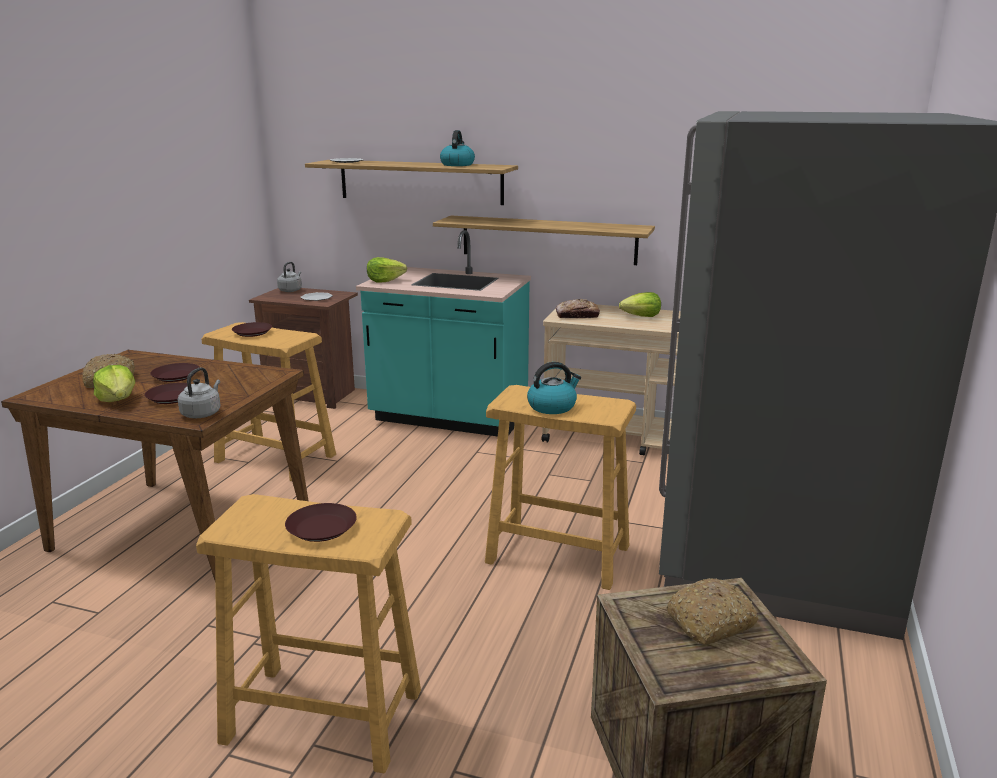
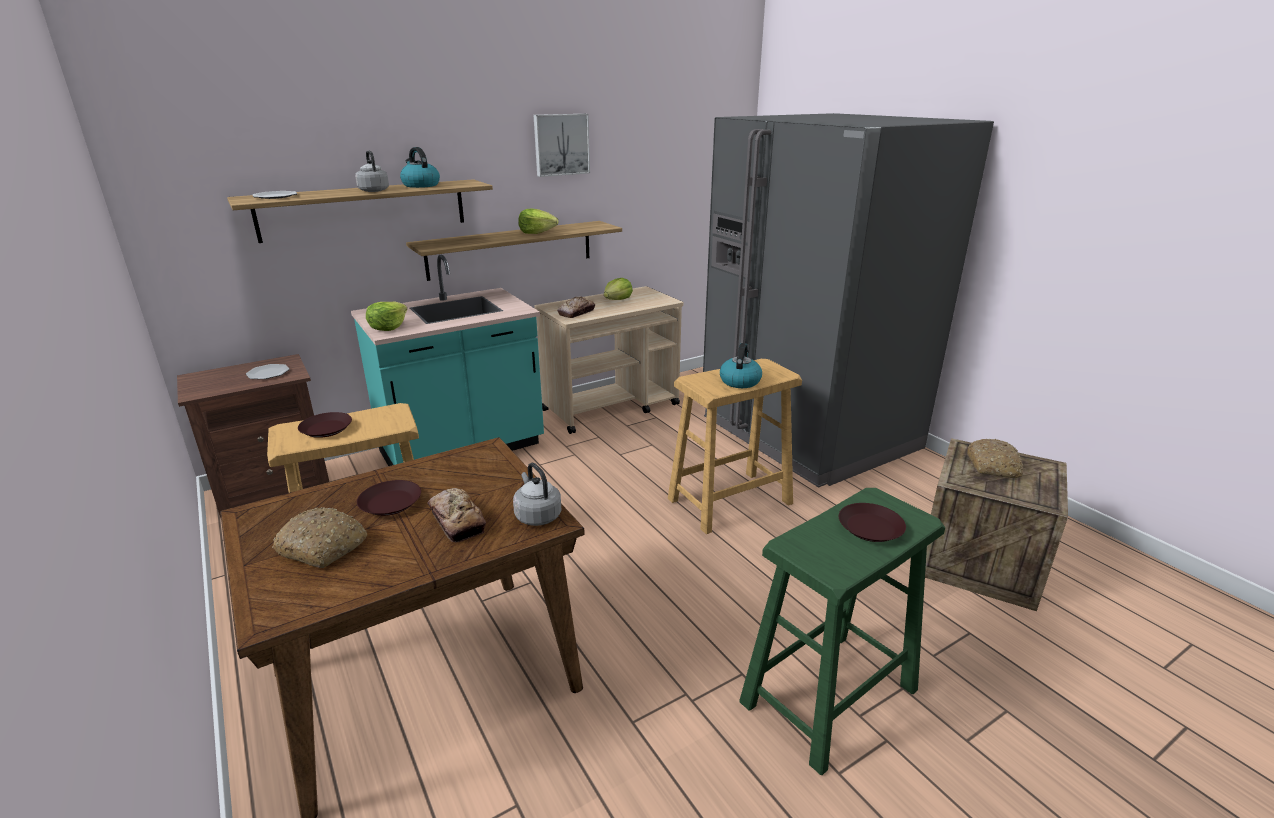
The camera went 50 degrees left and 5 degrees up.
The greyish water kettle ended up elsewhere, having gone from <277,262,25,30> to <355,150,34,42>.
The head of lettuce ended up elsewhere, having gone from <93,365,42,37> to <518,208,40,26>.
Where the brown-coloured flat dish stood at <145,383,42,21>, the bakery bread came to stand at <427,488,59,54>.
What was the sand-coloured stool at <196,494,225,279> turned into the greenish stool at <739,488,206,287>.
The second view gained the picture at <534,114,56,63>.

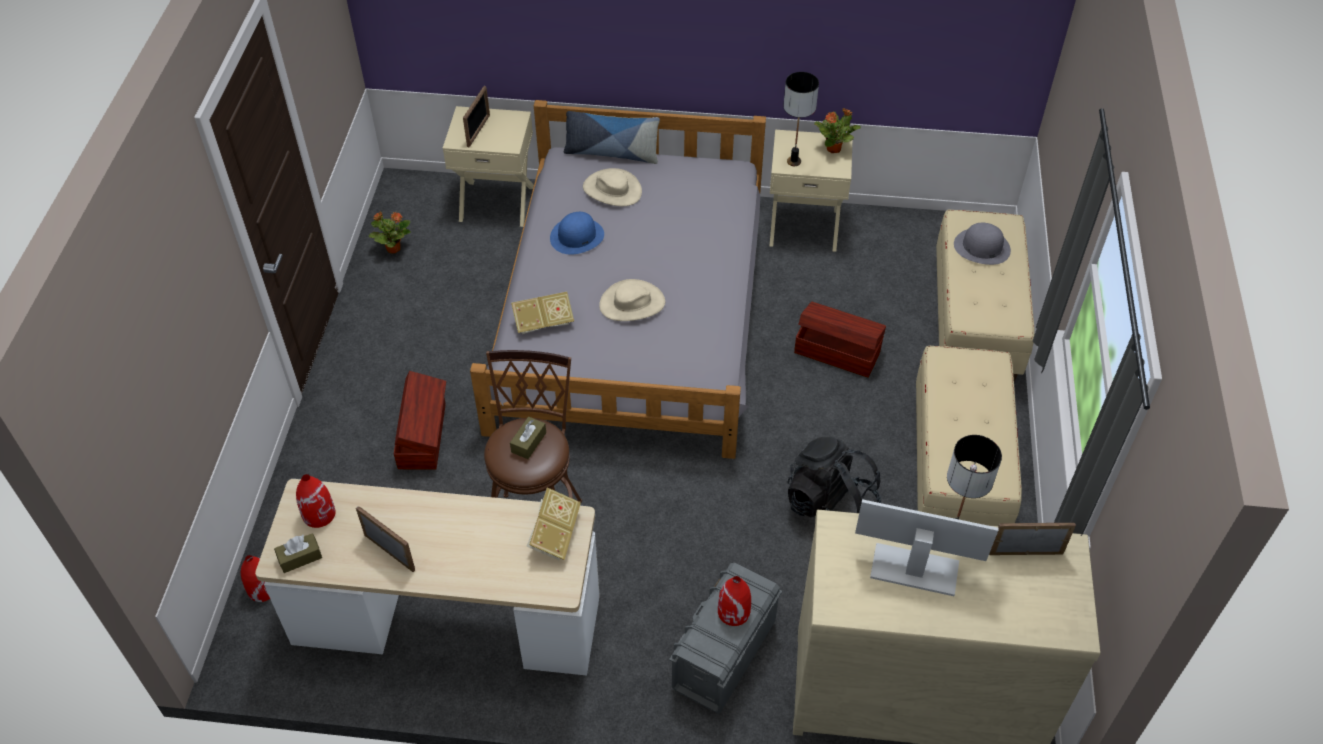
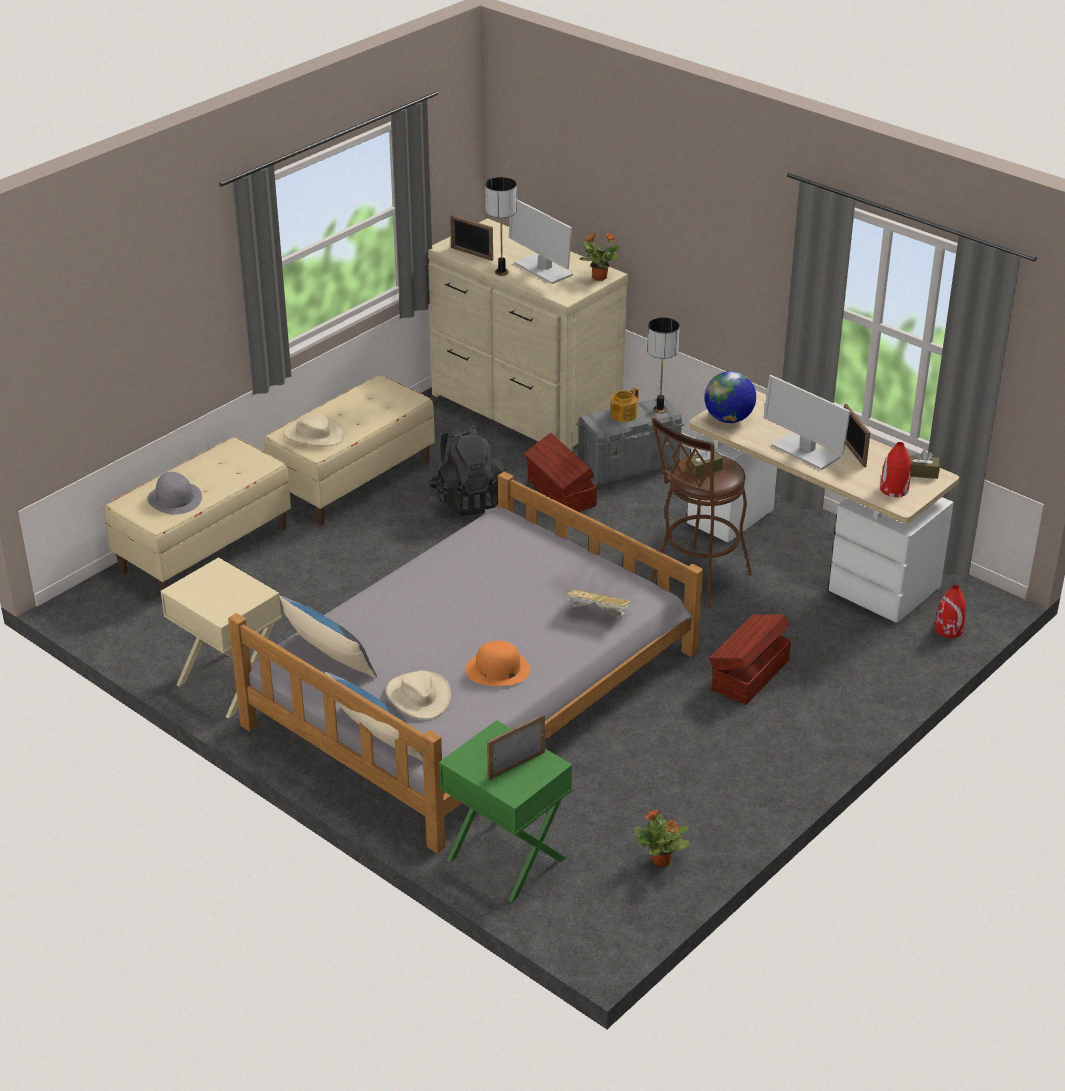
The camera went 145 degrees left and 15 degrees down.
The table lamp ended up elsewhere, having gone from <783,72,36,94> to <647,318,33,95>.
What was the sand-coloured night table at <443,106,91,121> turned into the greenish night table at <439,720,133,183>.
The potted plant ended up elsewhere, having gone from <814,108,47,45> to <579,232,41,49>.
What was the blue-coloured wearable hat at <550,212,54,43> turned into the orange wearable hat at <466,641,64,45>.
The sand-coloured wearable hat ended up elsewhere, having gone from <599,279,66,42> to <283,414,61,33>.
The brown-coloured storage box ended up elsewhere, having gone from <794,302,92,76> to <524,433,73,79>.
Where the bound book stood at <526,487,55,73>, the globe came to stand at <704,371,52,52>.
Where the reddish flower vase stood at <718,576,33,50>, the pot for tea came to stand at <610,387,29,35>.
The second view gained the computer screen at <764,375,87,95>.
The second view gained the throw pillow at <279,595,98,83>.

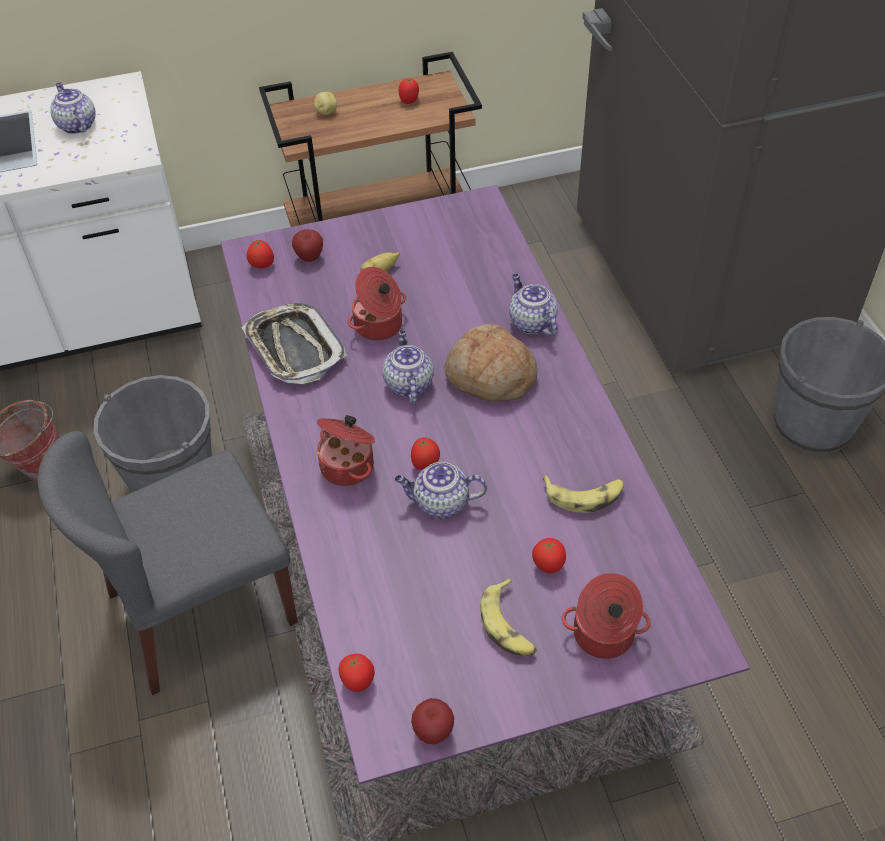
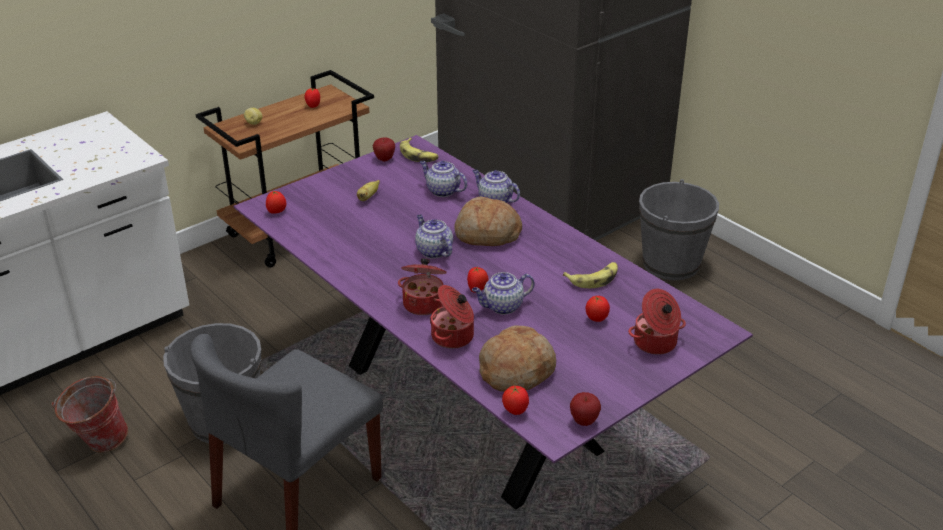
The camera went 25 degrees left and 15 degrees down.
The pot for tea ended up elsewhere, having gone from <50,82,45,52> to <420,161,47,36>.
The apple fruit ended up elsewhere, having gone from <292,229,31,33> to <373,137,22,24>.
The cooking pot ended up elsewhere, having gone from <348,267,58,74> to <430,285,44,64>.
The second view lost the carrying tray at <242,302,105,82>.
The banana ended up elsewhere, having gone from <480,578,57,78> to <400,138,39,24>.
The second view gained the bakery bread at <479,326,77,66>.

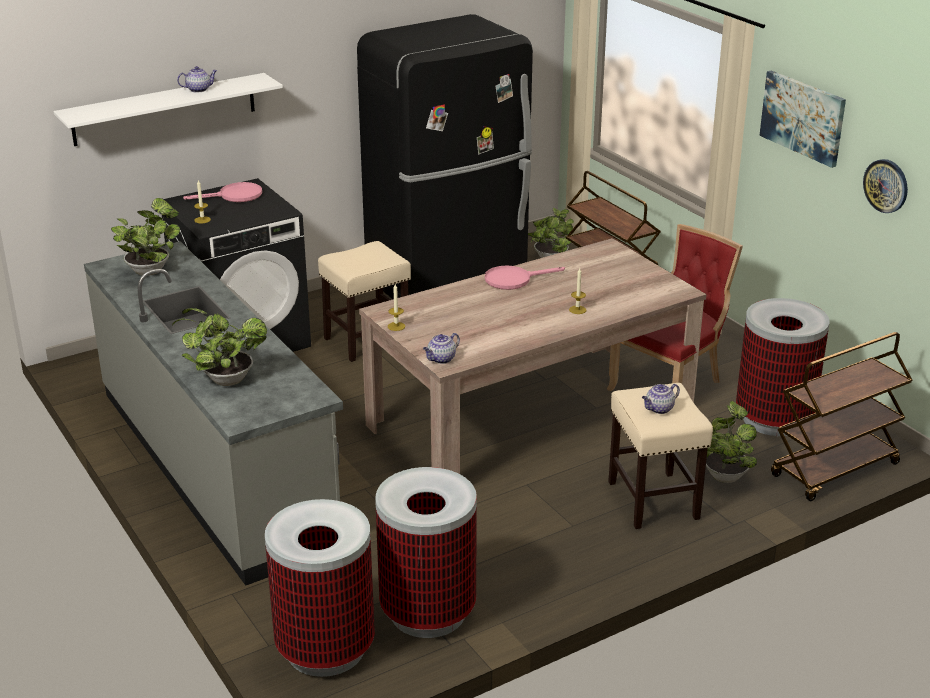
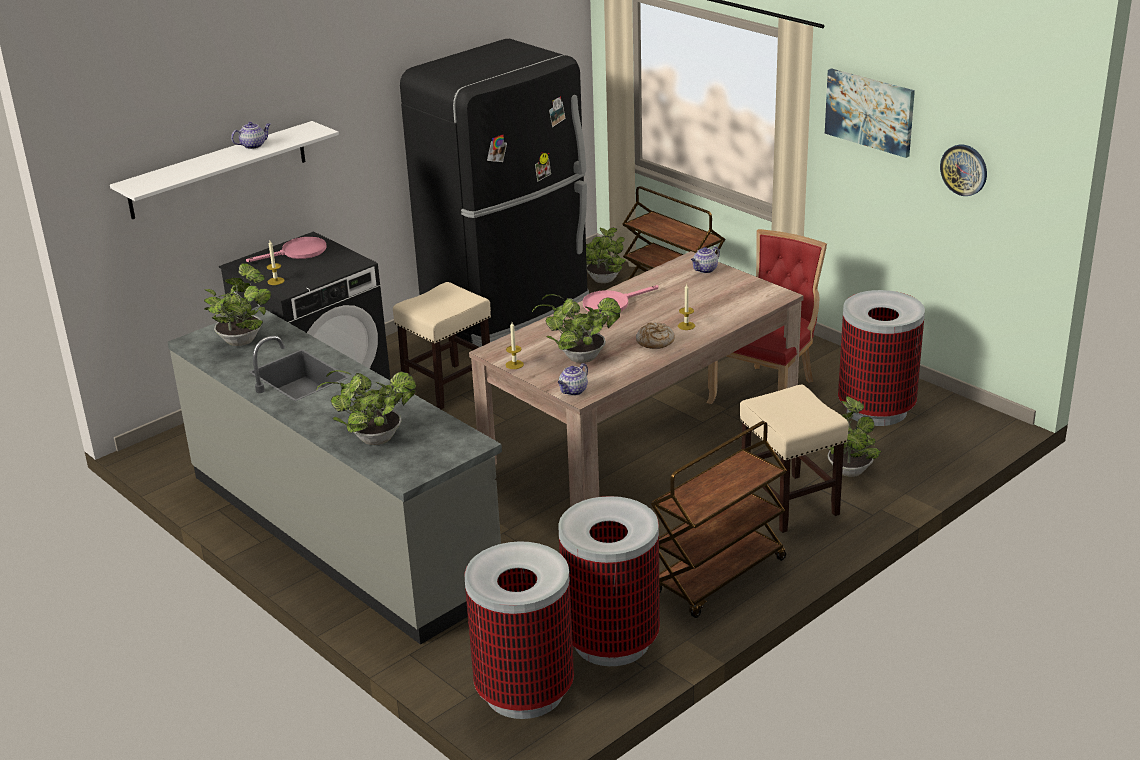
The camera went 10 degrees left and 0 degrees up.
The brown-coloured cart ended up elsewhere, having gone from <771,332,142,169> to <651,421,136,197>.
The pot for tea ended up elsewhere, having gone from <642,384,38,30> to <691,247,29,26>.
The second view gained the potted plant at <532,294,89,69>.
The second view gained the bakery bread at <636,322,39,27>.

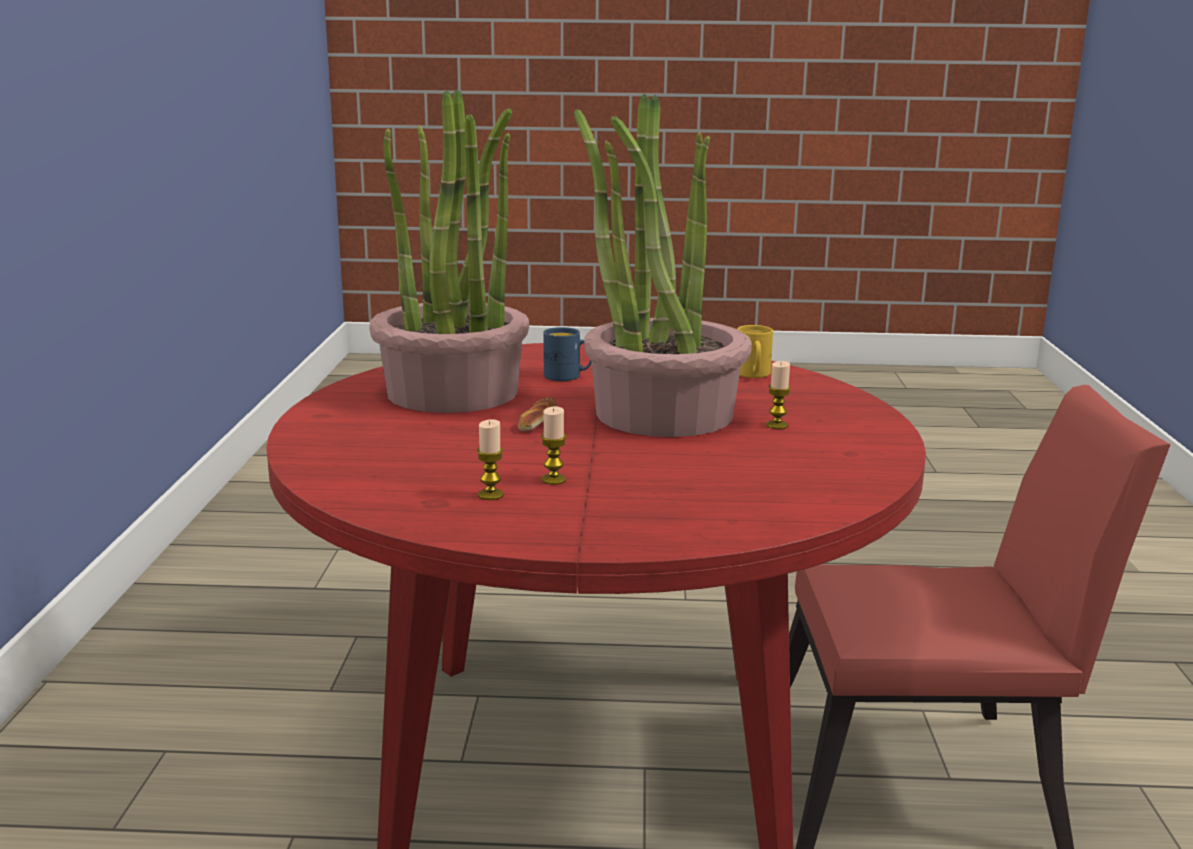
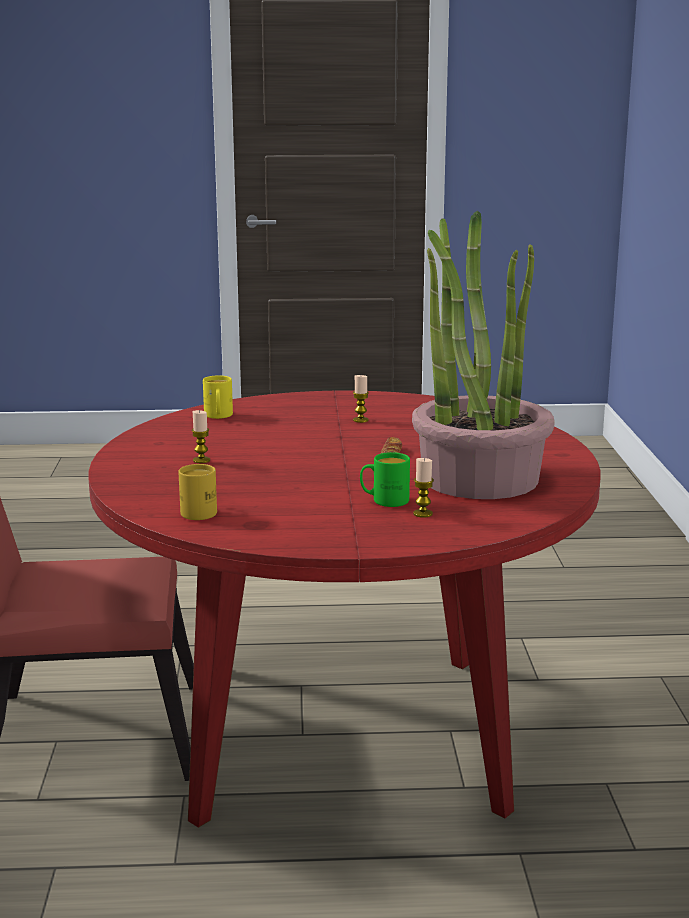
The camera went 175 degrees right and 0 degrees up.
The second view lost the potted plant at <574,93,178,344>.
What was the blue-coloured tea mug at <543,327,49,54> turned into the greenish tea mug at <360,452,50,55>.
The candle ended up elsewhere, having gone from <477,419,27,81> to <413,458,21,60>.
The second view gained the yellow-coloured tea mug at <203,375,30,44>.

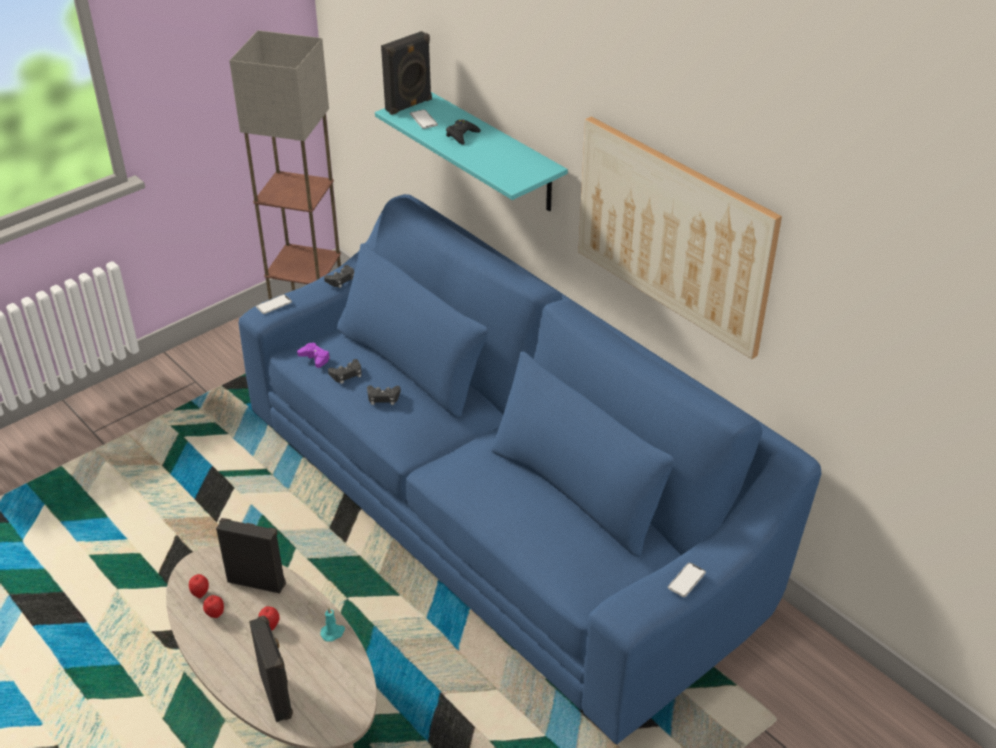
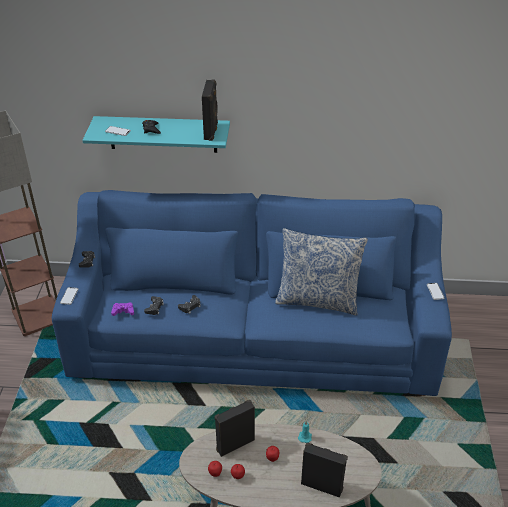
The camera went 45 degrees left and 0 degrees up.
The black speaker ended up elsewhere, having gone from <381,31,51,84> to <202,79,16,62>.
The second view lost the picture at <578,116,204,243>.
The second view gained the throw pillow at <275,228,93,88>.

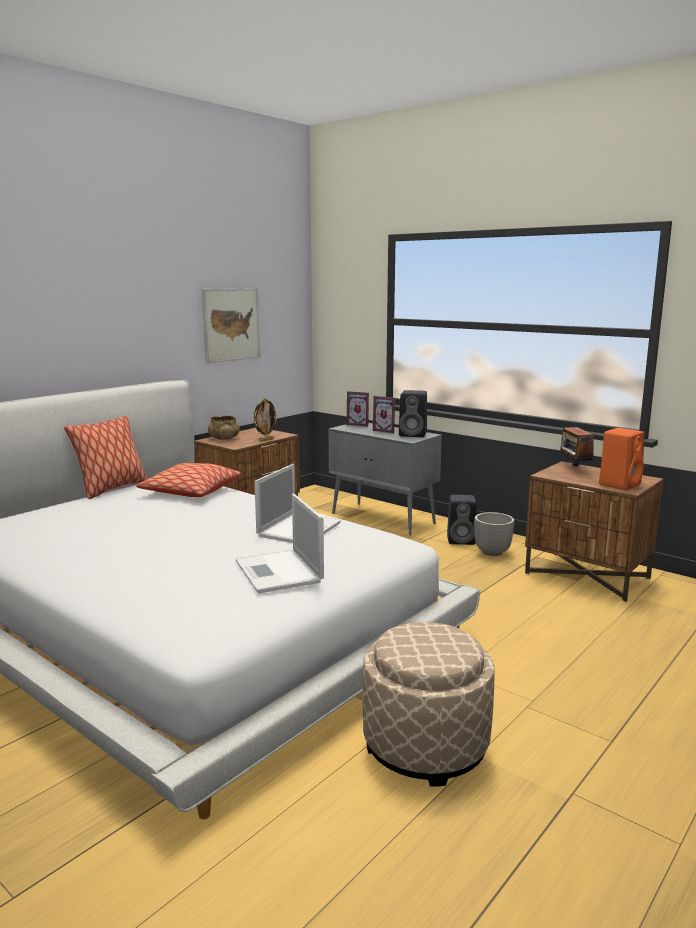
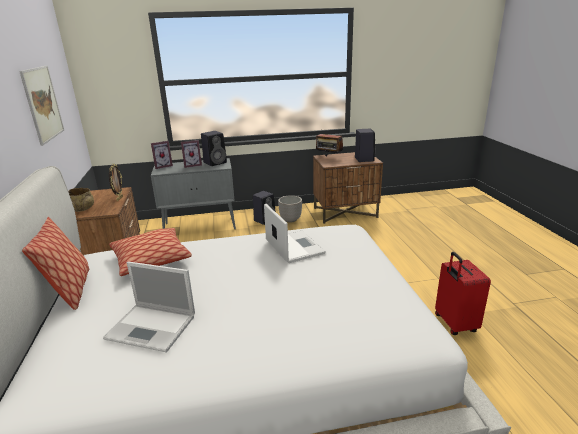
The camera went 50 degrees left and 10 degrees up.
What was the orange speaker at <599,428,45,62> turned into the black speaker at <355,129,21,33>.
The notebook computer ended up elsewhere, having gone from <235,494,89,99> to <103,261,92,91>.
Where the sand-coloured pouffe stood at <363,622,132,165>, the reddish piece of luggage came to stand at <435,252,56,83>.

